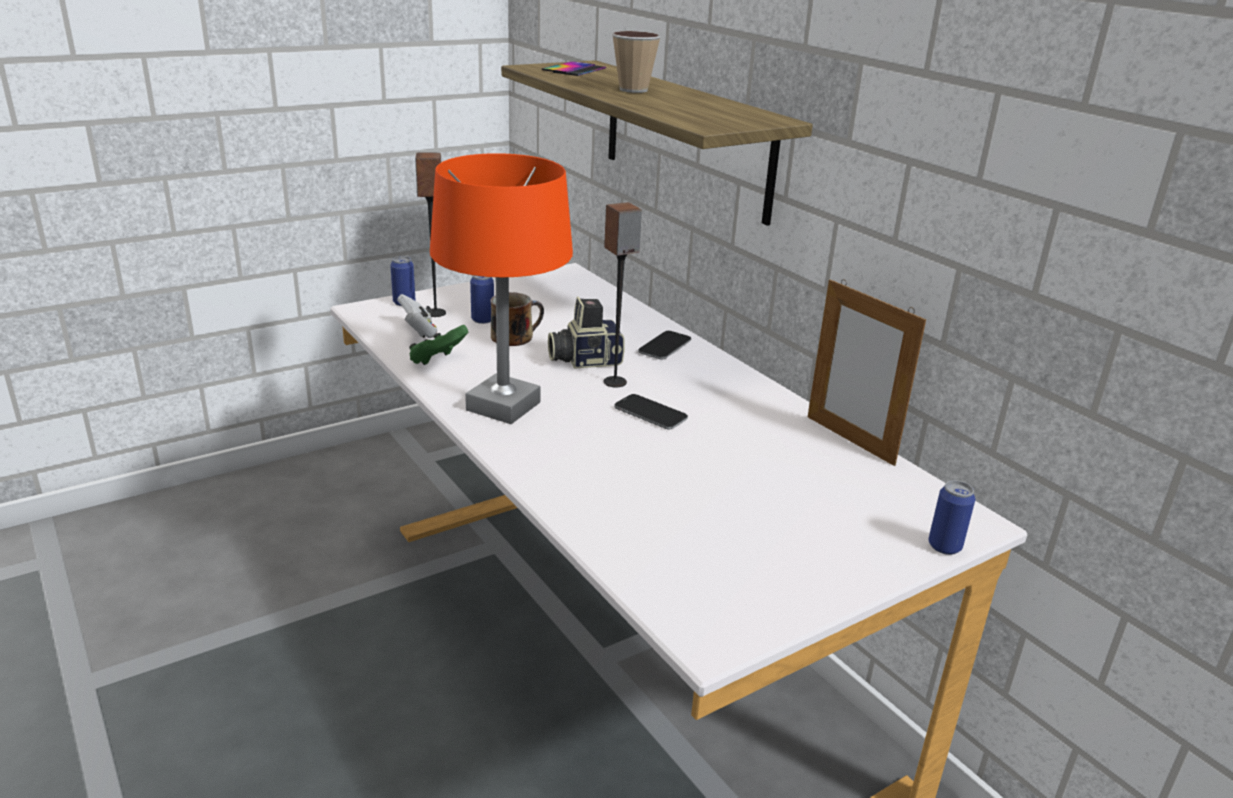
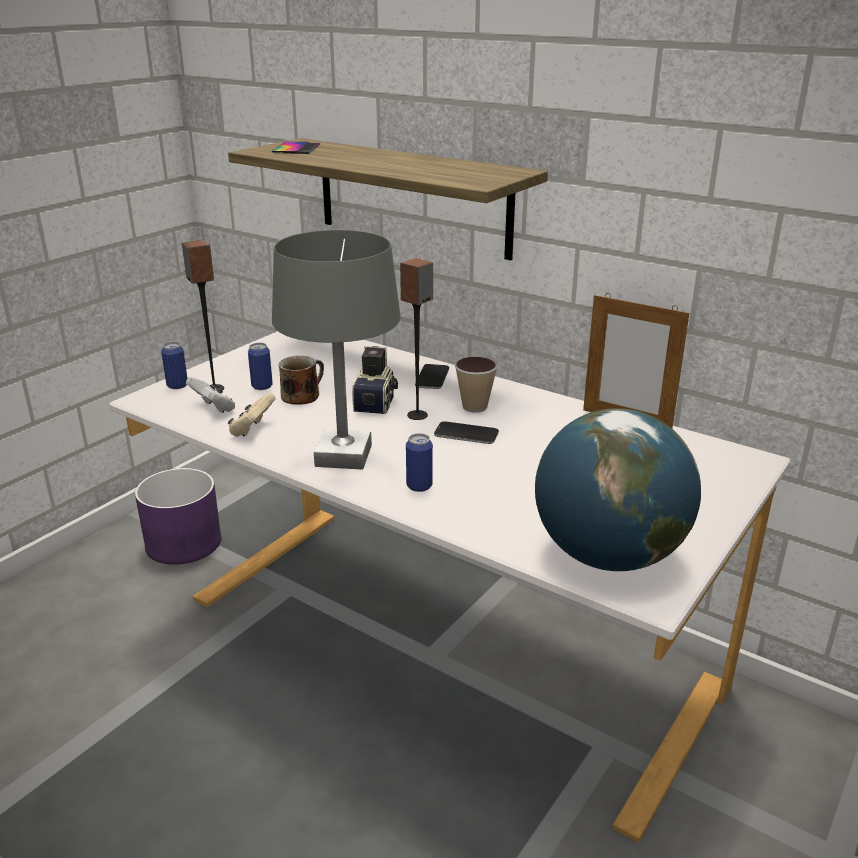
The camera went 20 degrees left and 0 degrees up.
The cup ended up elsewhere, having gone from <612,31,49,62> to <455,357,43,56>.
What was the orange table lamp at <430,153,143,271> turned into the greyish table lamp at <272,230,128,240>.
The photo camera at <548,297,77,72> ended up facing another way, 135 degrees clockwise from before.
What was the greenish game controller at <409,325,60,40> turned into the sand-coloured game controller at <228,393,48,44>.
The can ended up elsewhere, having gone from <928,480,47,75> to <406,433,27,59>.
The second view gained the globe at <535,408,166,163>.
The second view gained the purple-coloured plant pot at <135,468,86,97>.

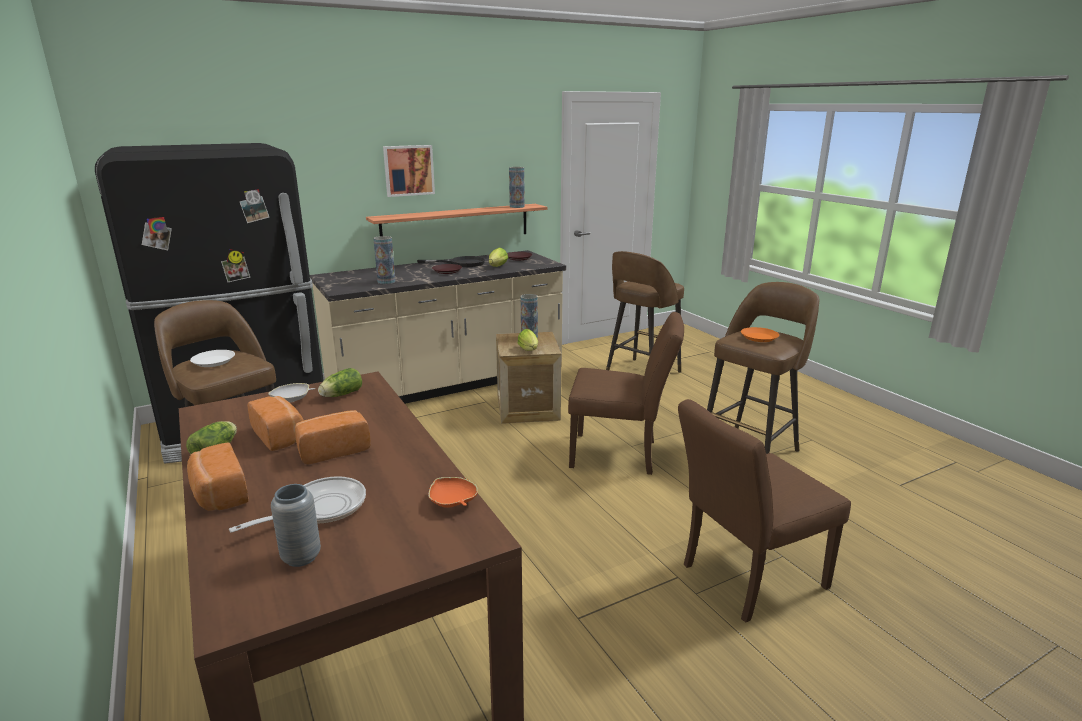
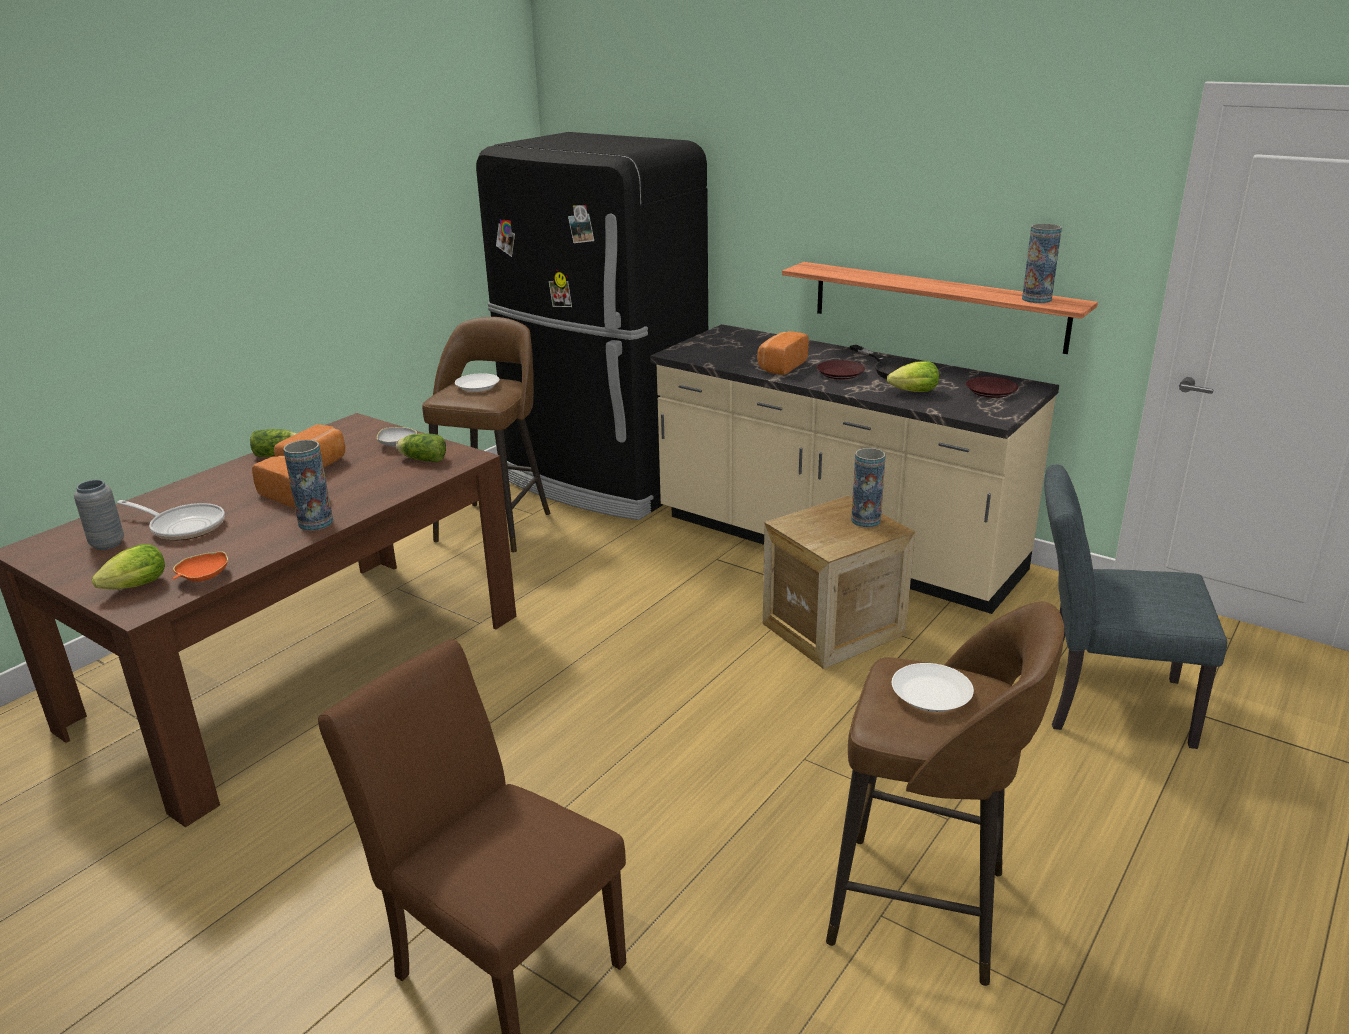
The camera went 65 degrees right and 5 degrees up.
The second view lost the picture at <383,145,52,52>.
The flower vase ended up elsewhere, having gone from <373,236,22,48> to <283,440,50,91>.
Where the brown-coloured stool stood at <606,251,78,122>, the greyish chair came to stand at <1044,465,183,284>.
The second view lost the brown-coloured chair at <568,312,116,163>.
What was the orange flat dish at <741,327,38,15> turned into the white-coloured flat dish at <892,663,82,49>.
The head of lettuce ended up elsewhere, having gone from <518,329,20,22> to <91,544,74,45>.
The bakery bread ended up elsewhere, having gone from <187,443,62,68> to <757,331,52,44>.

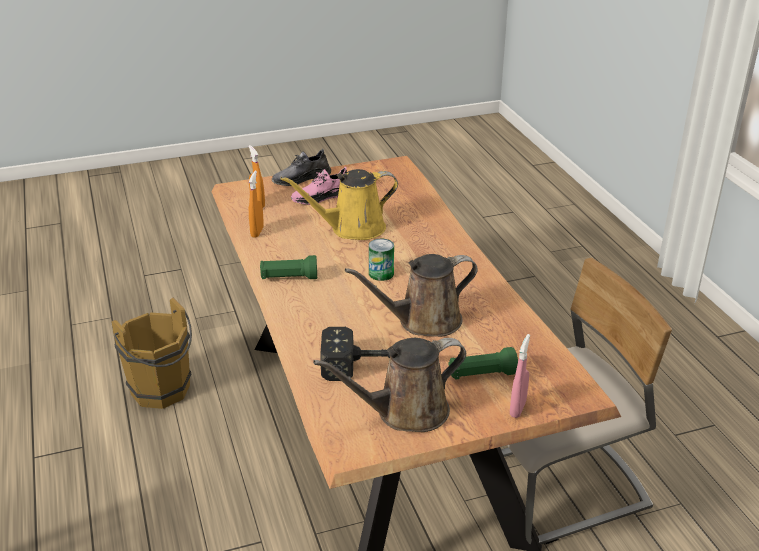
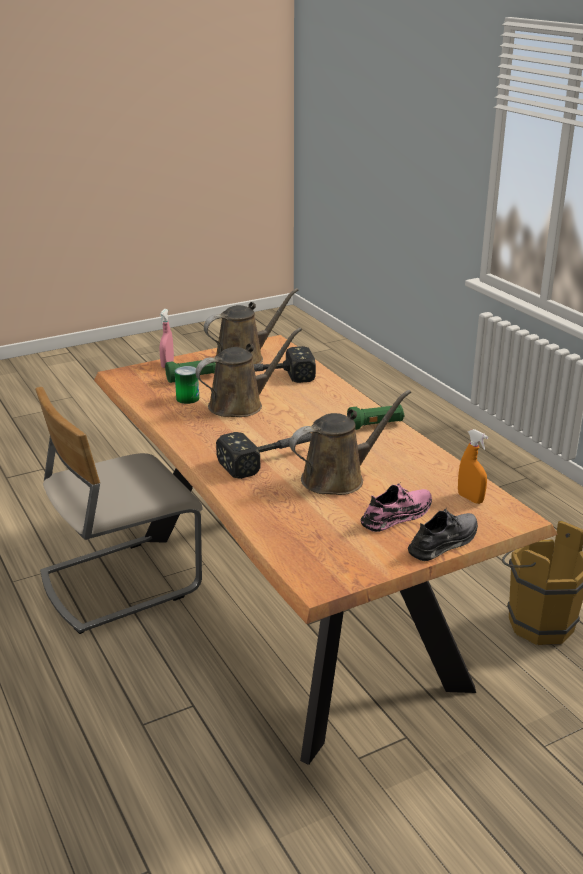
The camera went 170 degrees right and 5 degrees down.
What was the yellow-coloured sprinkling can at <281,169,117,71> turned into the brown-coloured sprinkling can at <290,390,121,105>.
The second view lost the orange spray bottle at <249,171,15,67>.
The can ended up elsewhere, having gone from <369,239,25,42> to <175,366,24,38>.
The second view gained the hand hammer at <216,432,96,47>.

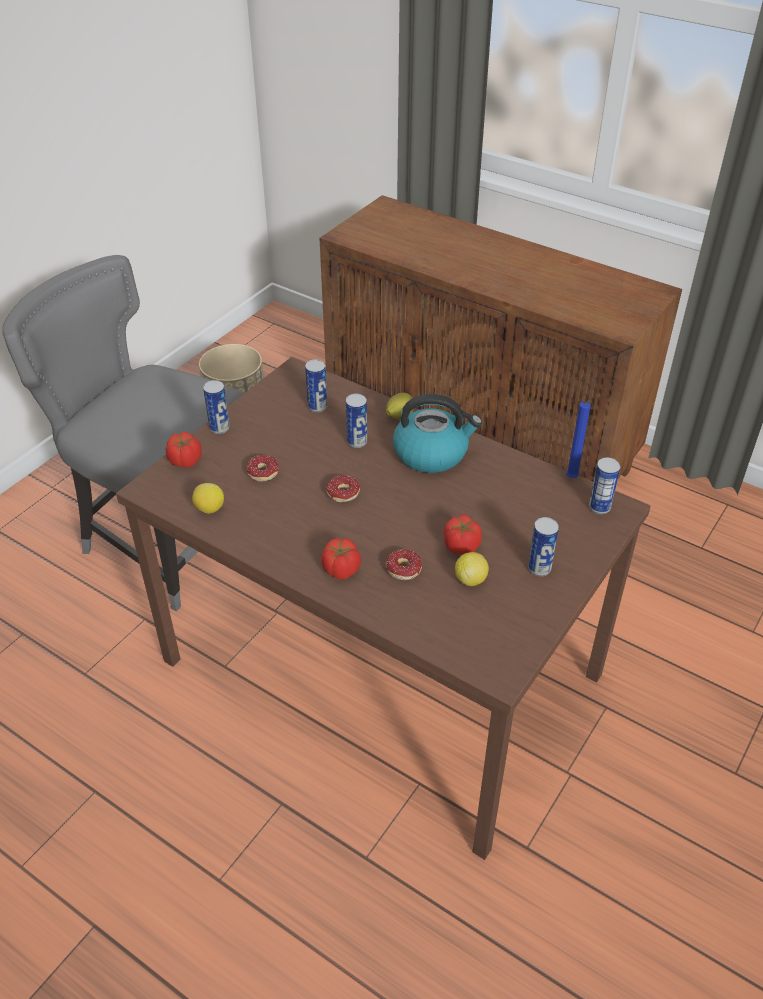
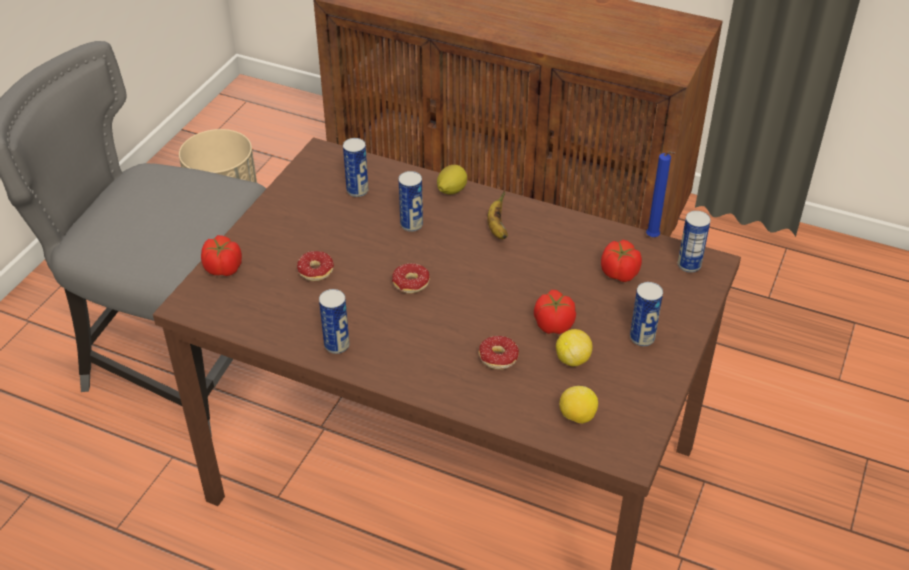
The camera went 10 degrees left and 0 degrees up.
The can ended up elsewhere, having gone from <203,380,27,54> to <319,289,31,65>.
Where the water kettle stood at <393,394,89,79>, the banana came to stand at <487,191,21,48>.
The whole lemon ended up elsewhere, having gone from <192,483,32,31> to <559,386,39,38>.
The whole tomato ended up elsewhere, having gone from <321,538,40,42> to <601,240,41,42>.

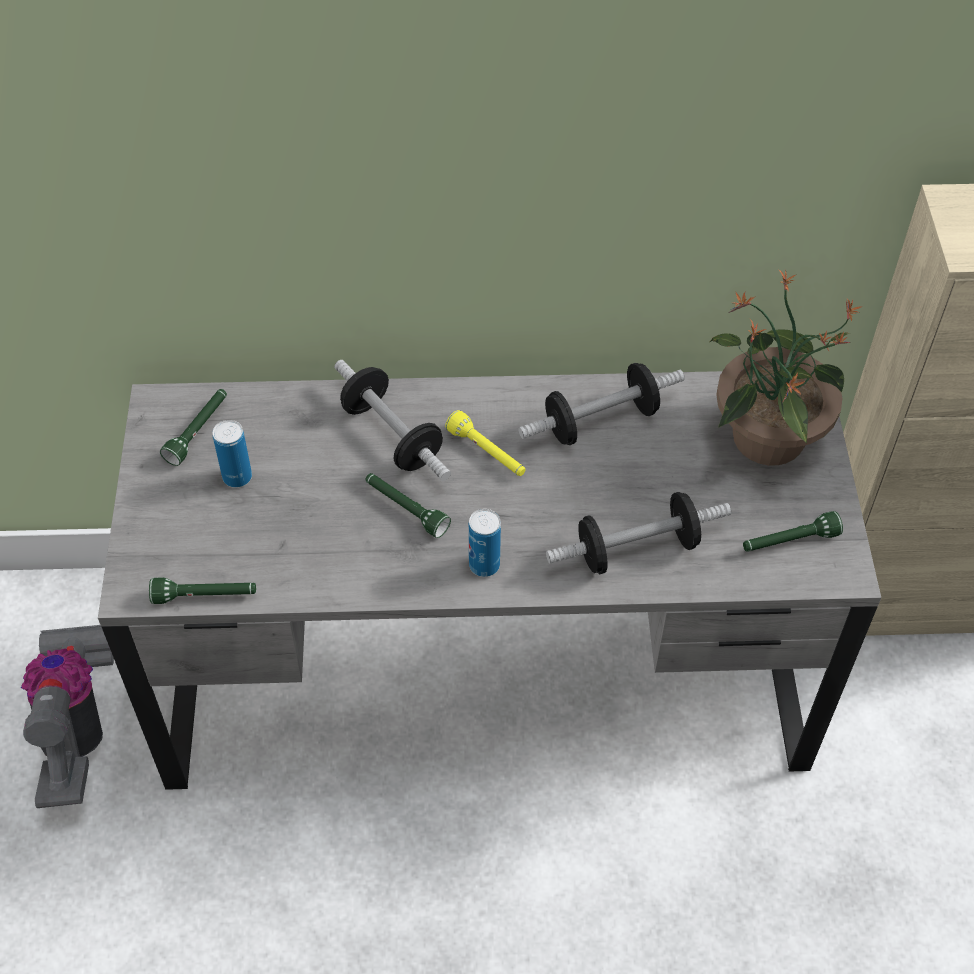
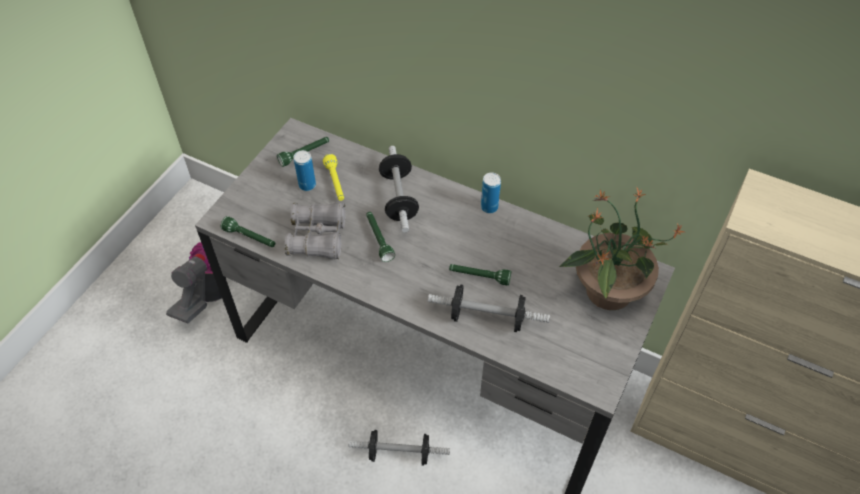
The camera went 30 degrees right and 0 degrees up.
The free weight ended up elsewhere, having gone from <518,363,167,82> to <349,430,101,36>.
The yellow-coloured flashlight ended up elsewhere, having gone from <445,410,81,66> to <323,154,21,47>.
The can ended up elsewhere, having gone from <469,509,32,68> to <481,173,20,40>.
The greenish flashlight ended up elsewhere, having gone from <743,511,100,40> to <449,264,62,22>.
The second view gained the greyish field glasses at <285,203,61,57>.

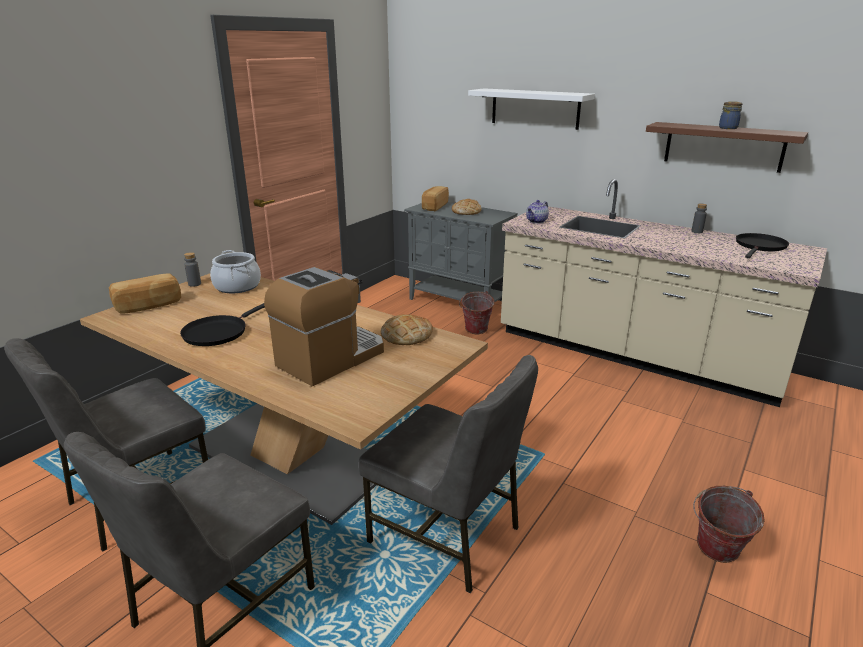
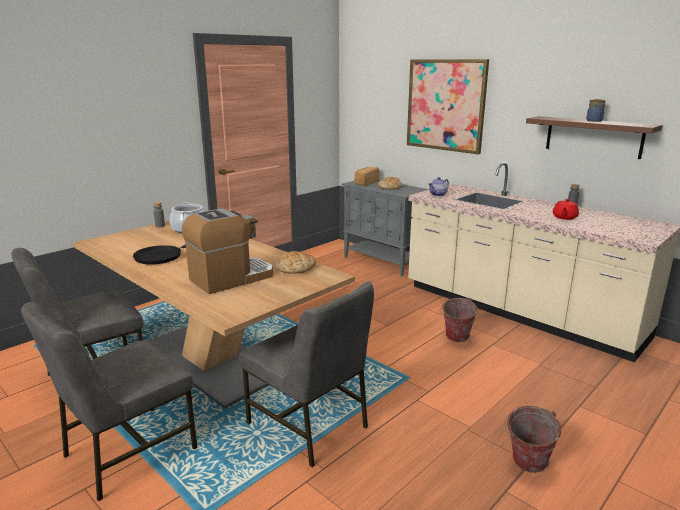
The camera went 10 degrees right and 5 degrees down.
Where the white-coloured bracket shelf hung at <468,88,127,42>, the picture came to hang at <407,59,82,95>.
The second view lost the black frying pan at <736,233,53,25>.
The second view lost the bakery bread at <109,273,72,40>.
The water bucket ended up elsewhere, having gone from <459,291,36,43> to <440,298,38,44>.
The second view gained the reddish pot for tea at <553,199,26,21>.

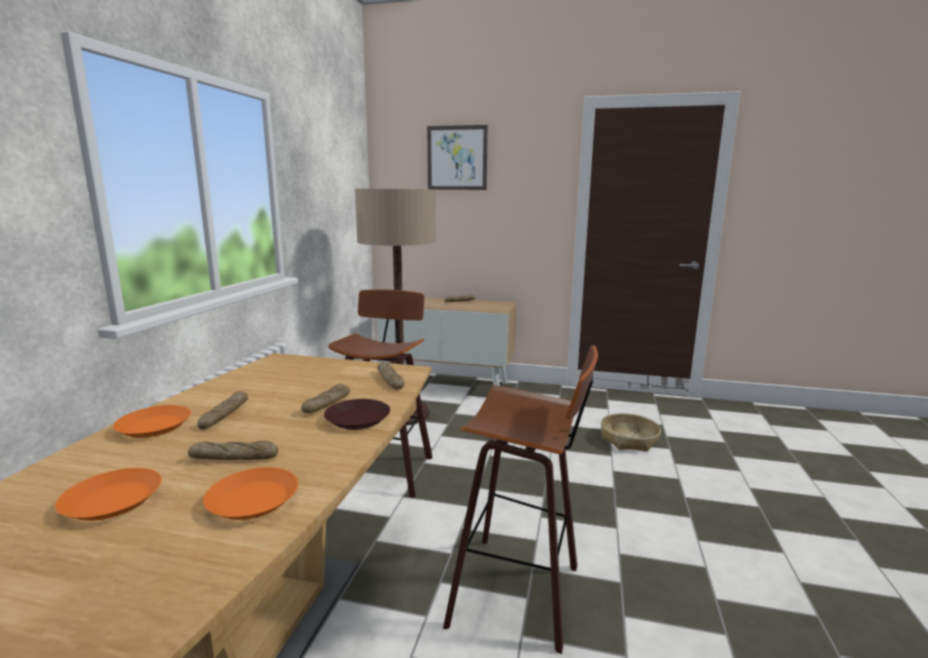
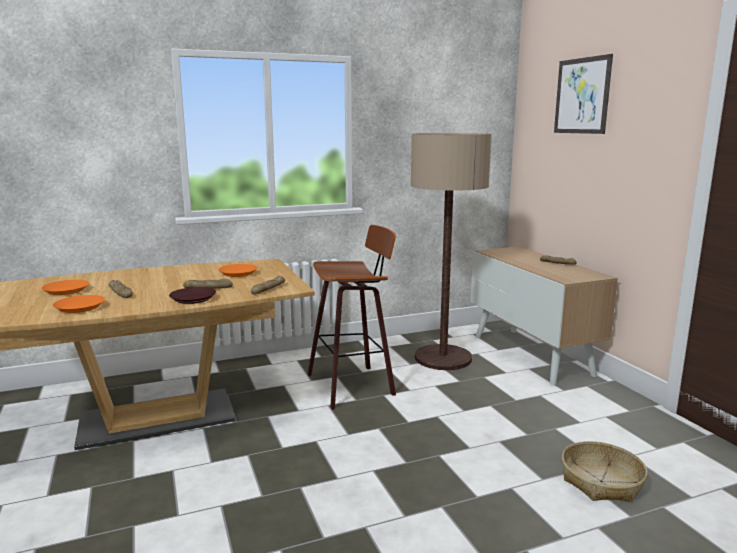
The camera went 55 degrees right and 0 degrees up.
The second view lost the stool at <443,345,155,309>.
The second view lost the bakery bread at <198,391,50,39>.
The orange flat dish ended up elsewhere, having gone from <113,405,78,33> to <218,264,40,13>.

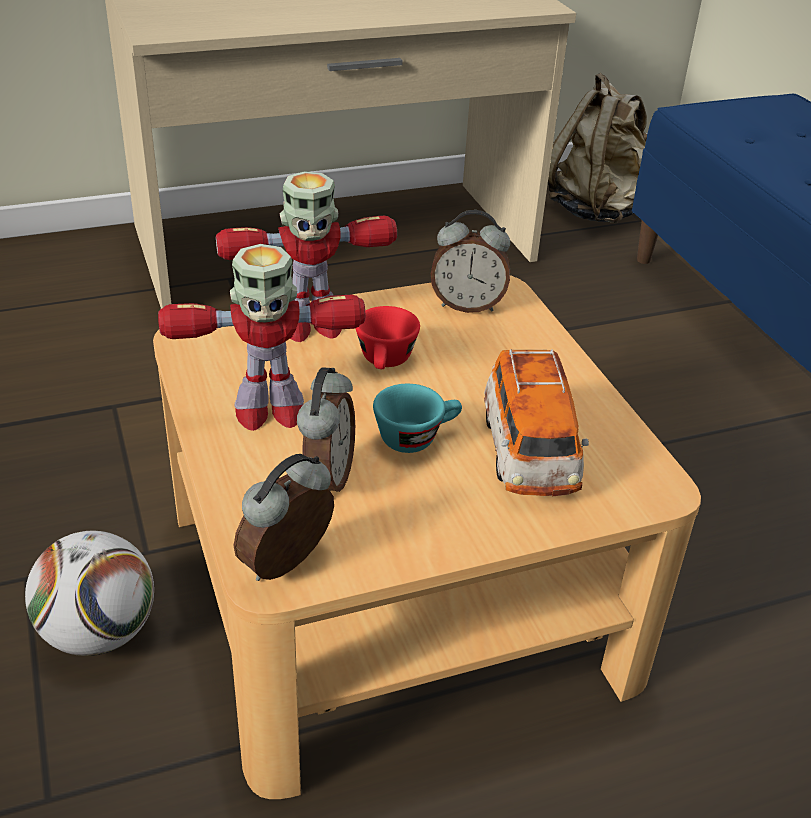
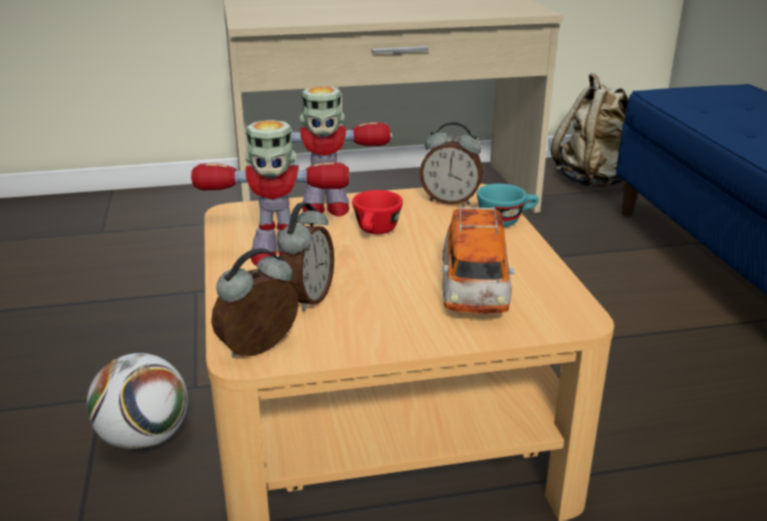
The camera went 10 degrees right and 10 degrees down.
The turquoise cup ended up elsewhere, having gone from <373,384,89,69> to <477,184,62,43>.

